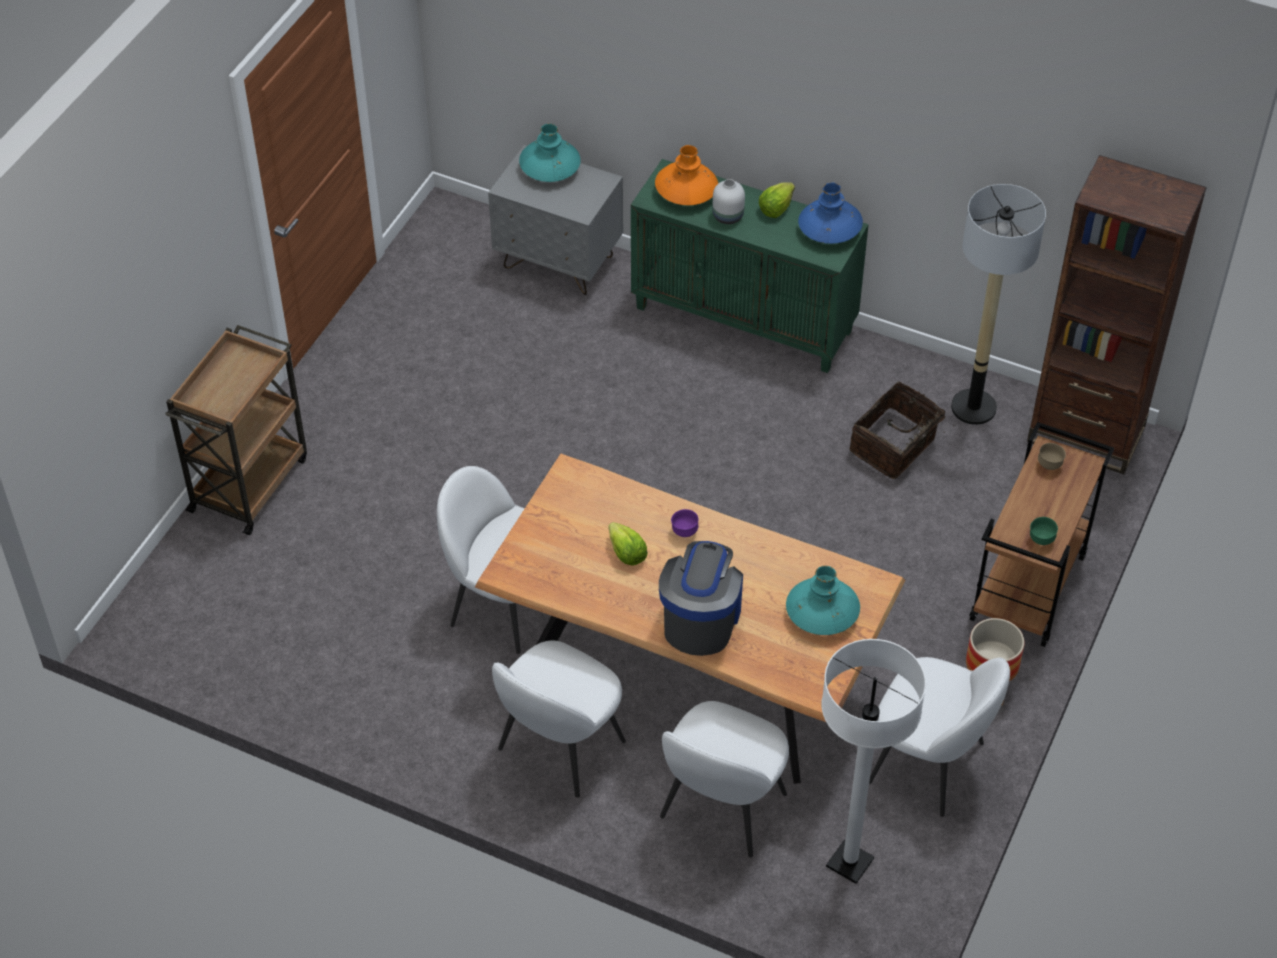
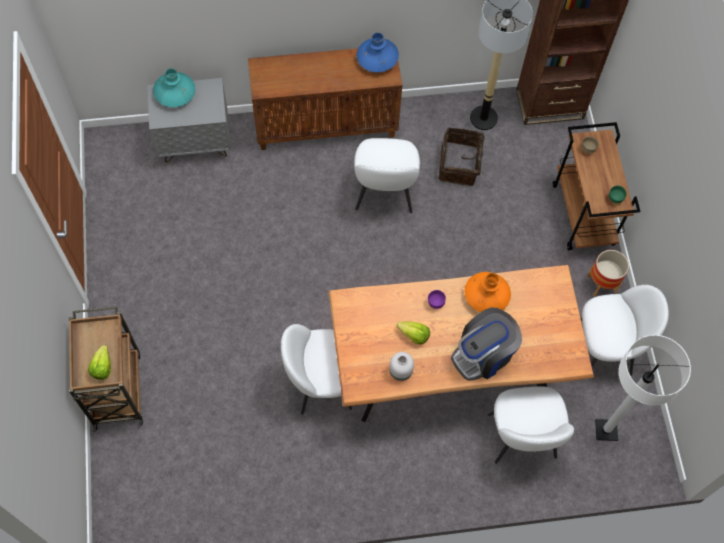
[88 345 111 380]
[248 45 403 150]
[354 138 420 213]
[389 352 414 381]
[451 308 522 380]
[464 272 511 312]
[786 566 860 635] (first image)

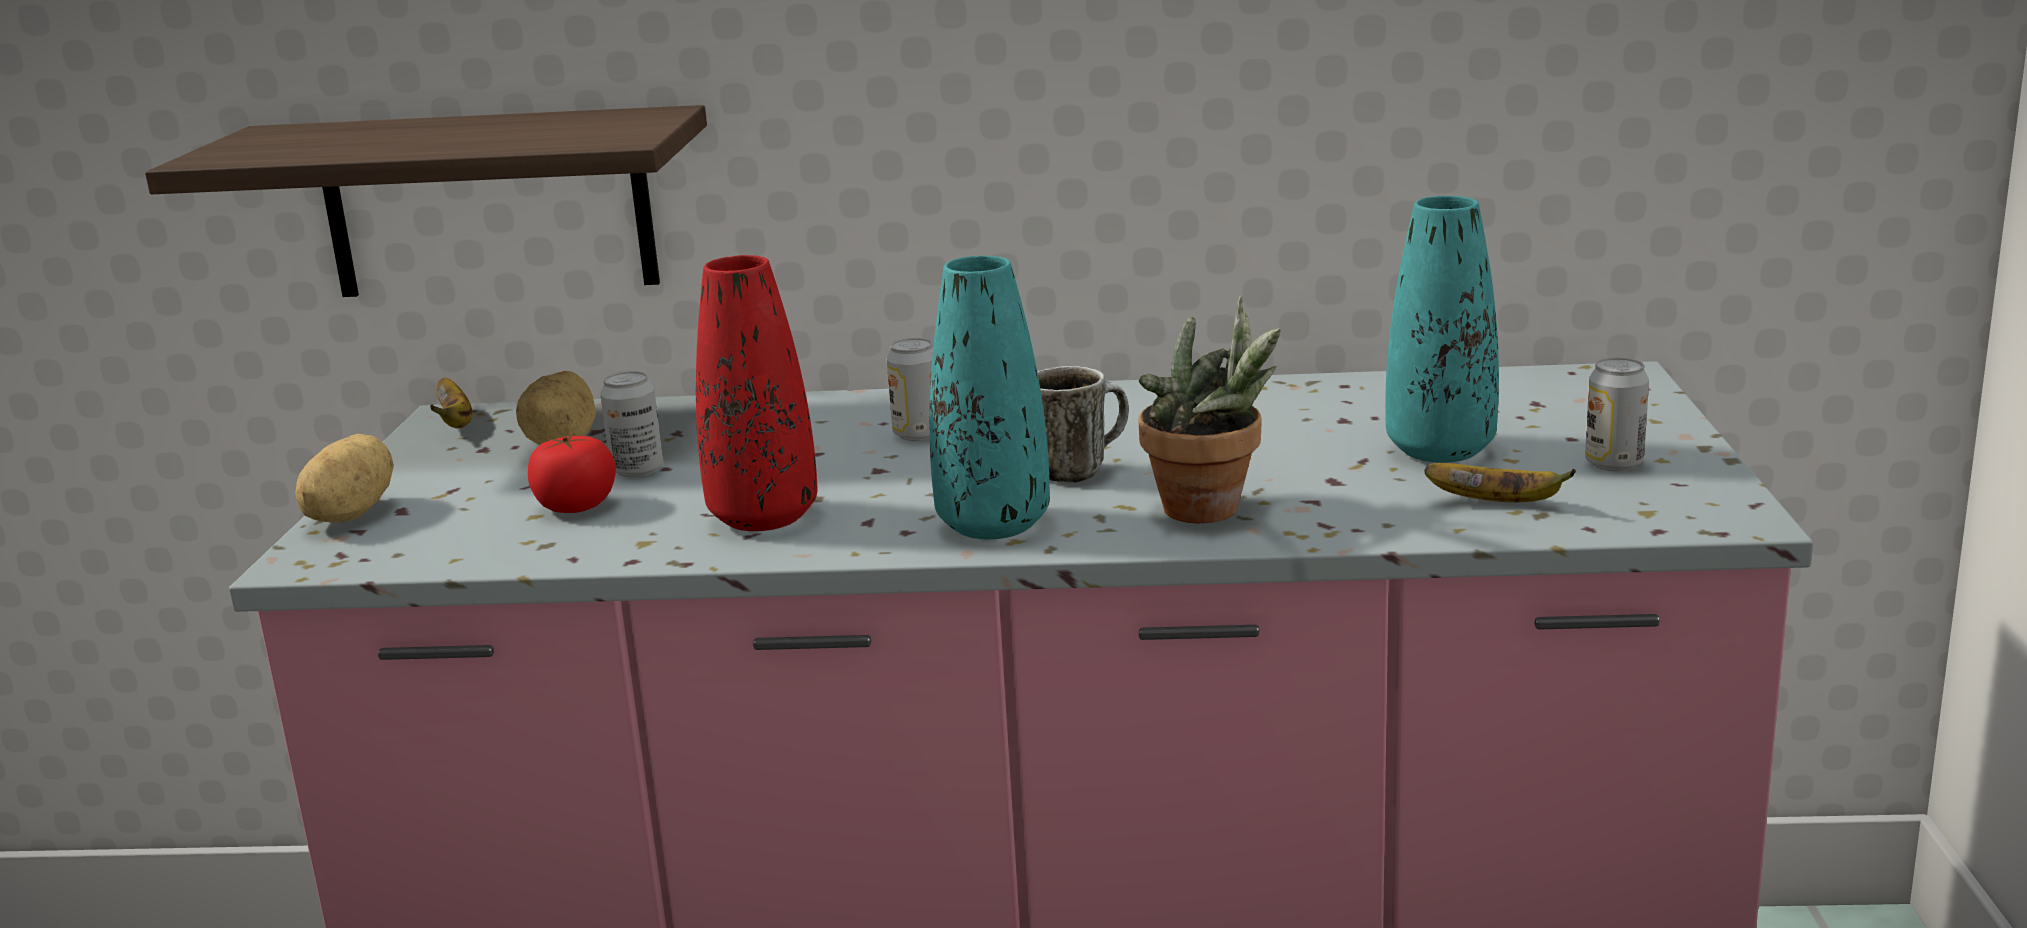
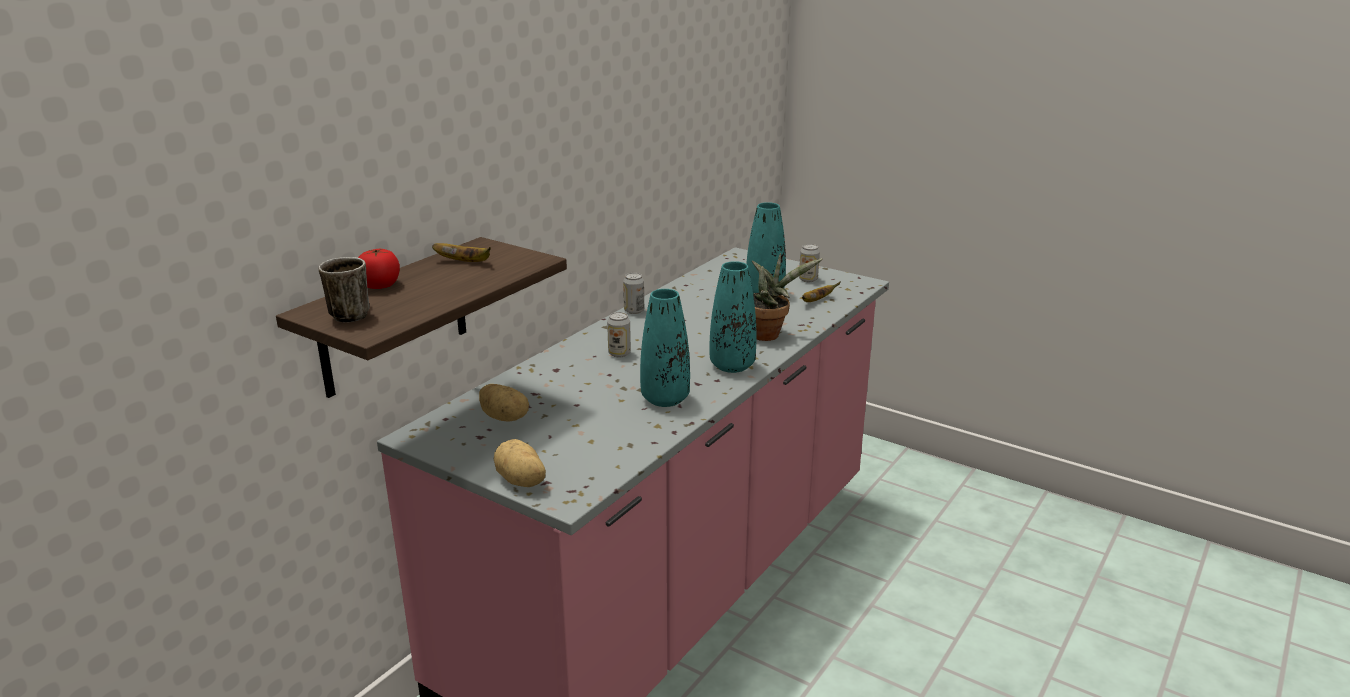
[318 257 370 323]
[358 249 400 289]
[432 243 491 262]
[623 273 644 314]
[640 289 690 407]

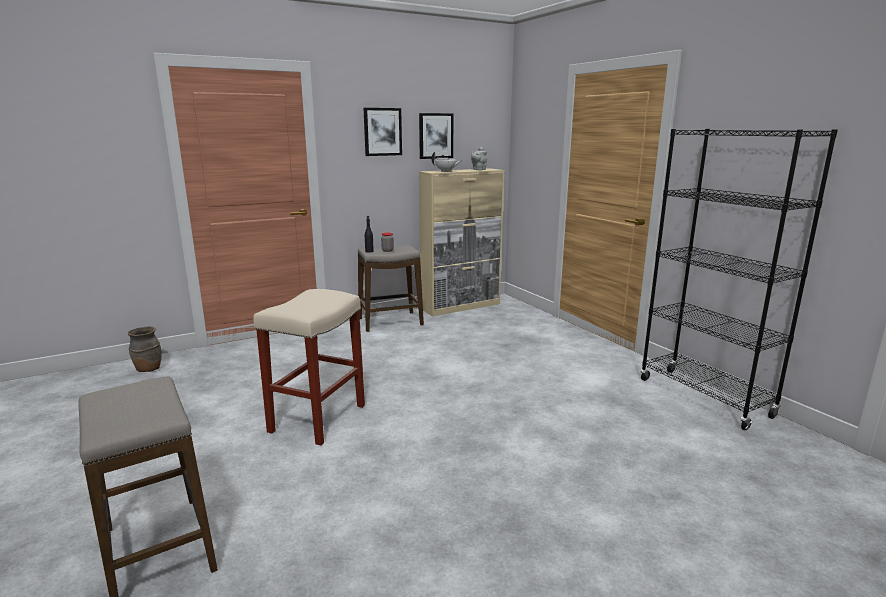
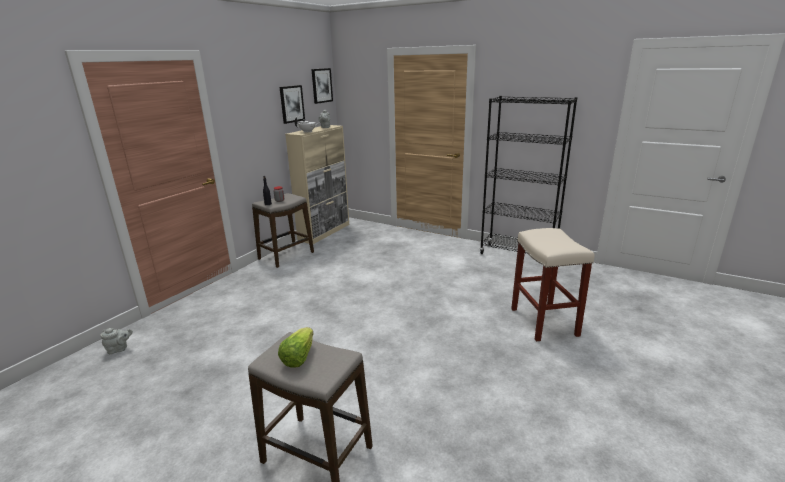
[101 328 133 354]
[278 327 313 368]
[311 68 333 104]
[511 228 595 341]

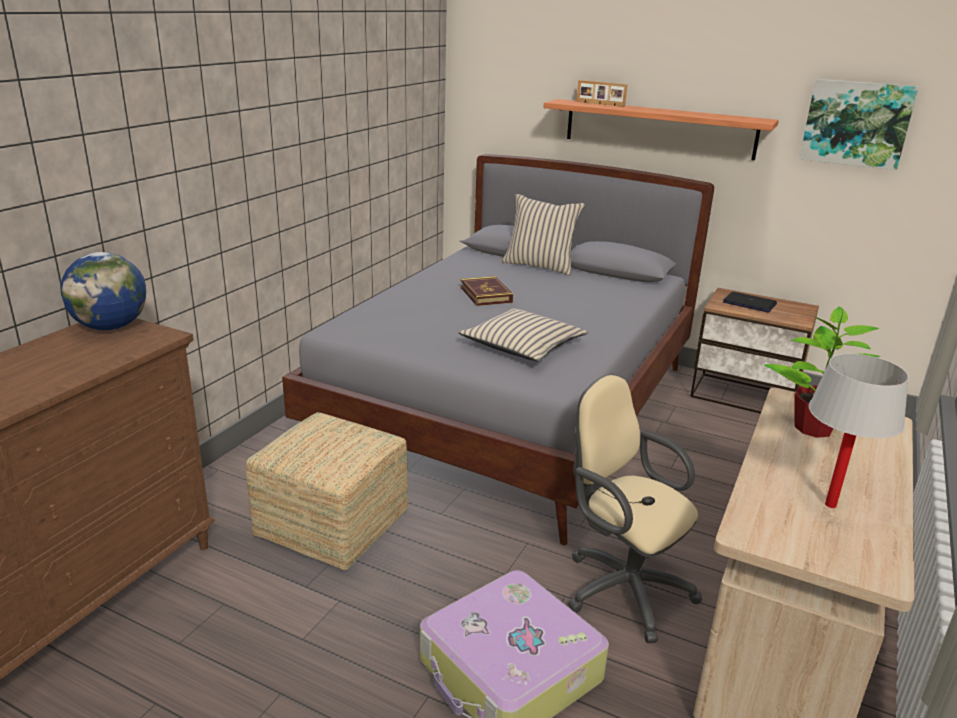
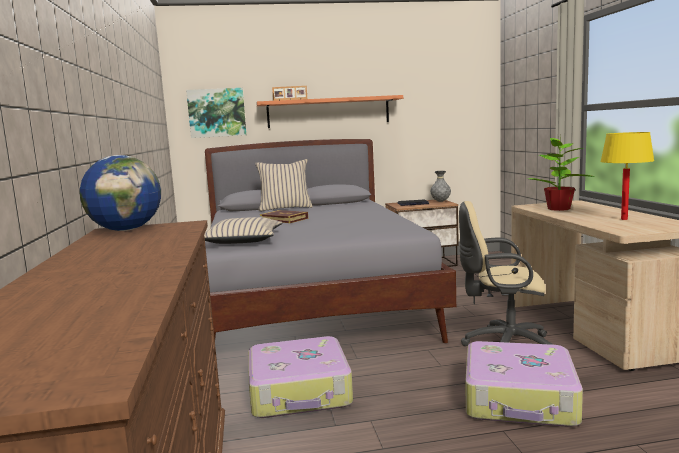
[186 88 246 138]
[204 217 283 244]
[248 336 353 418]
[431 171 451 202]
[600 132 654 220]

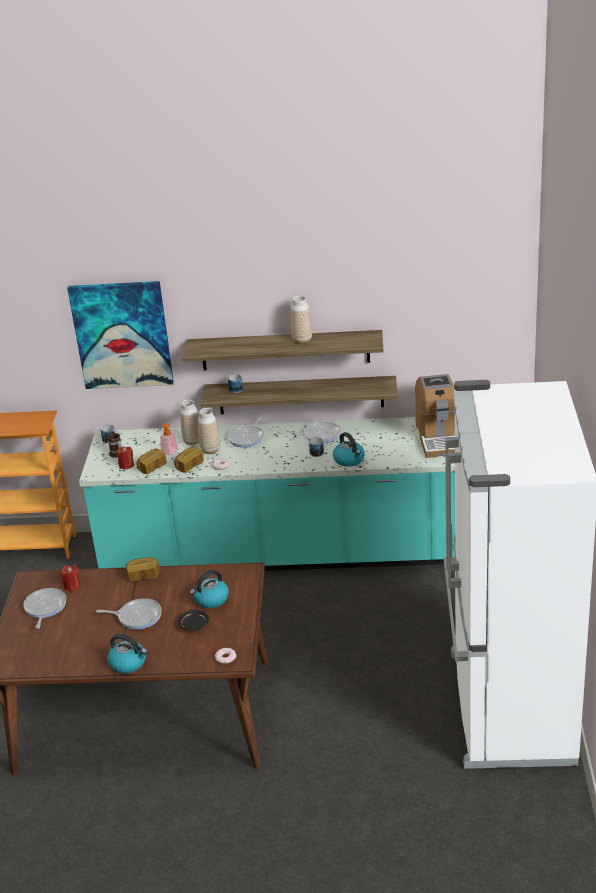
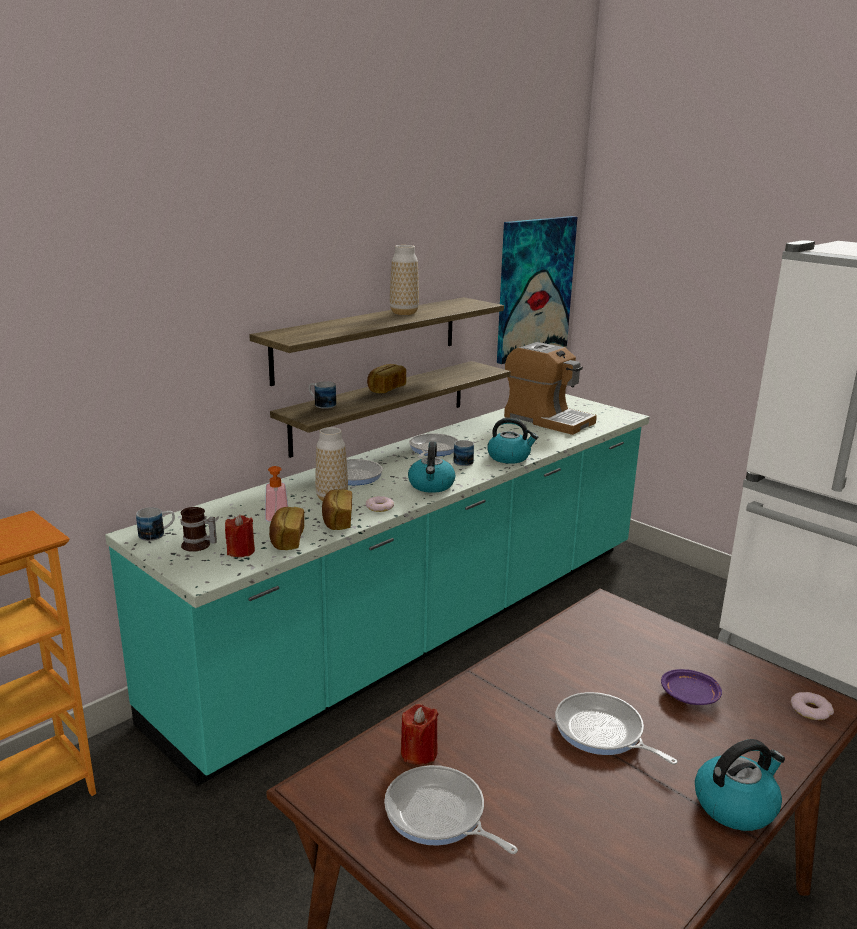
[367 364 406 393]
[408 442 455 493]
[497 216 578 364]
[555 692 678 765]
[661 669 722 705]
[180 400 199 445] (first image)

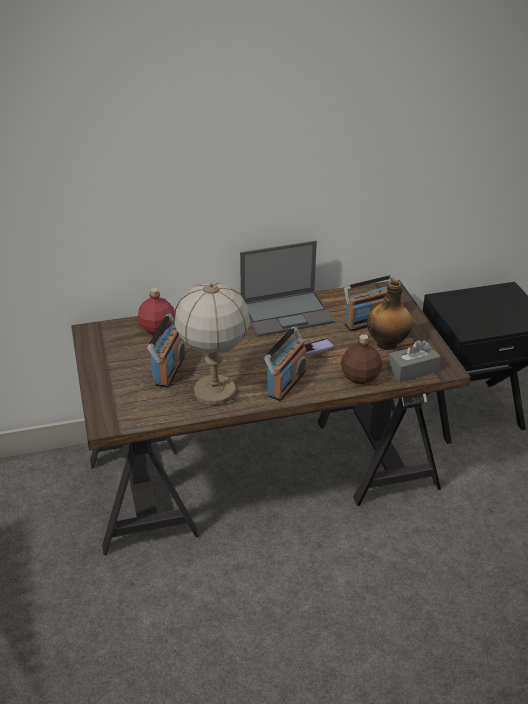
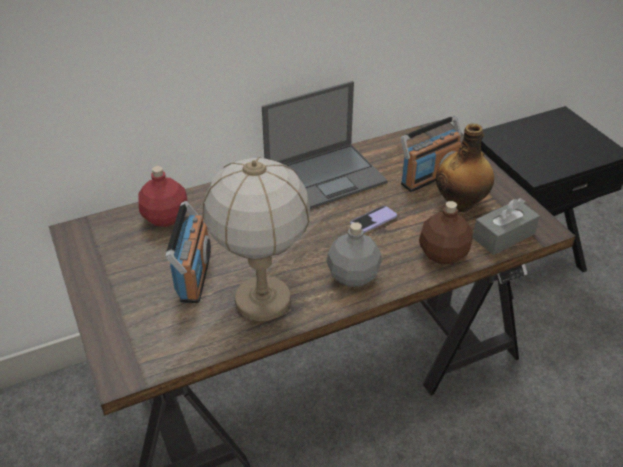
[327 222 382 287]

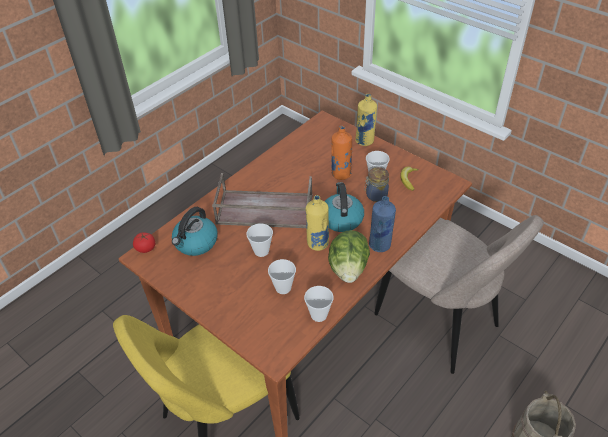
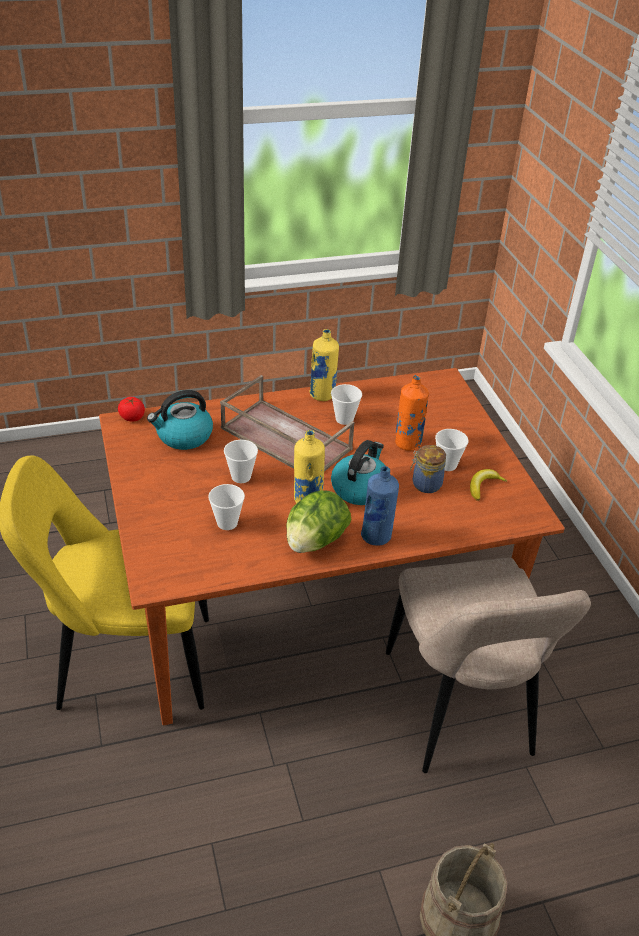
[309 329 339 401]
[331 384 362 425]

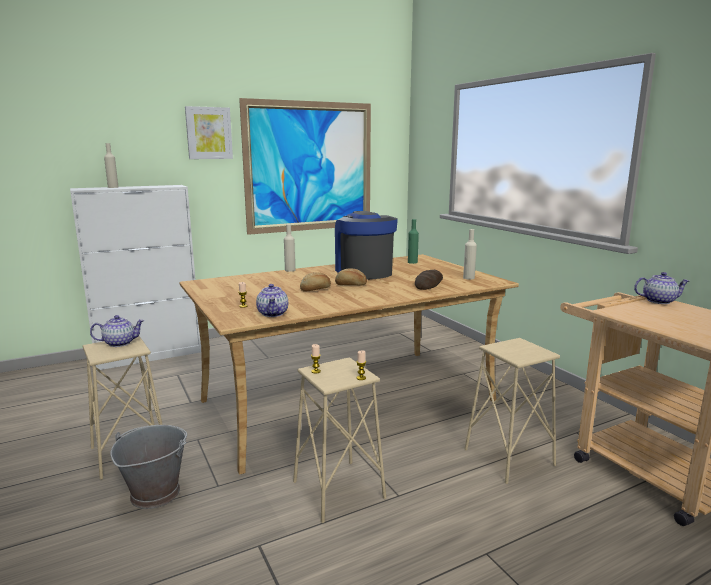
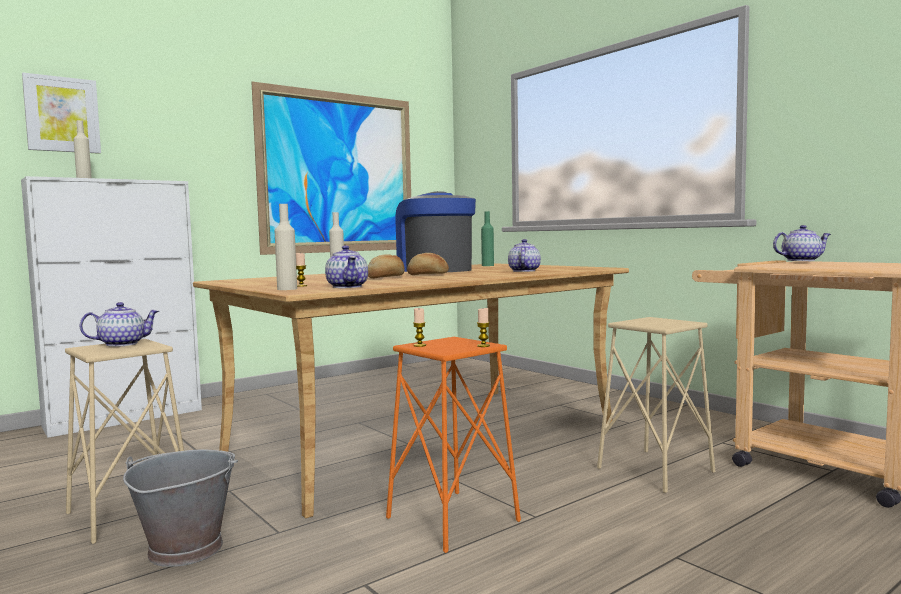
[22 73 101 154]
[275 204 297 290]
[386 337 521 553]
[508 239 541 272]

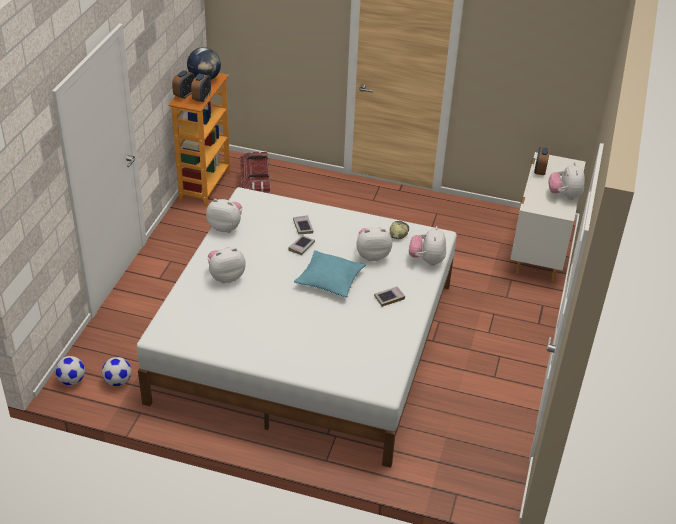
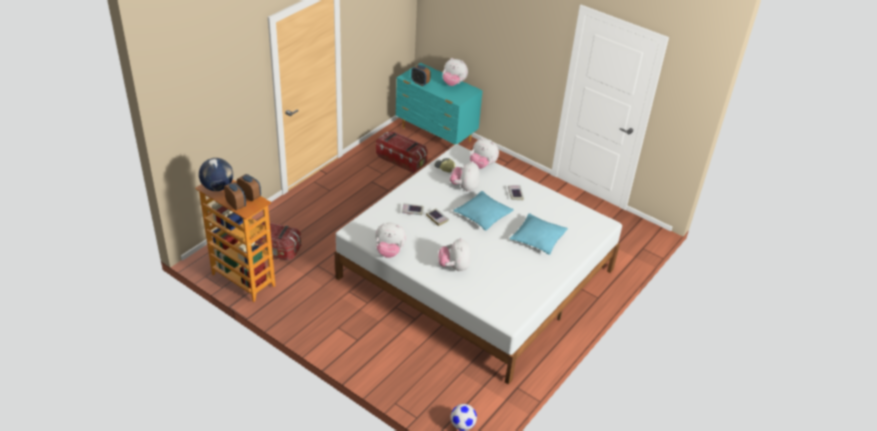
[375 223 406 258]
[376 132 428 173]
[396 63 483 145]
[510 213 568 255]
[102 357 131 386] (first image)

